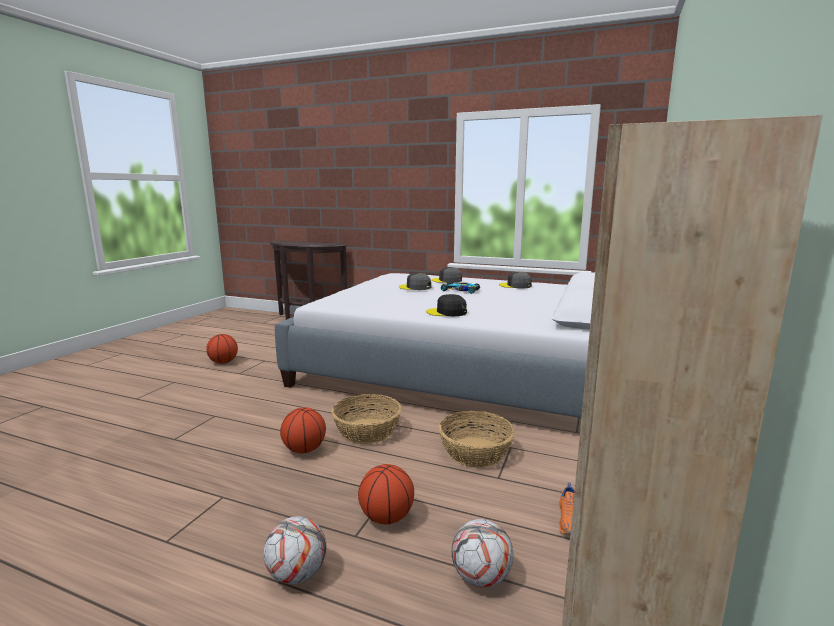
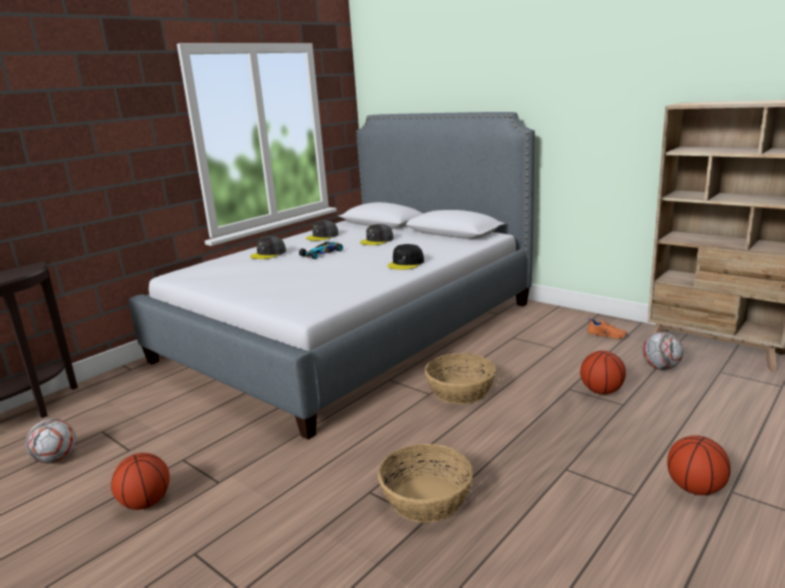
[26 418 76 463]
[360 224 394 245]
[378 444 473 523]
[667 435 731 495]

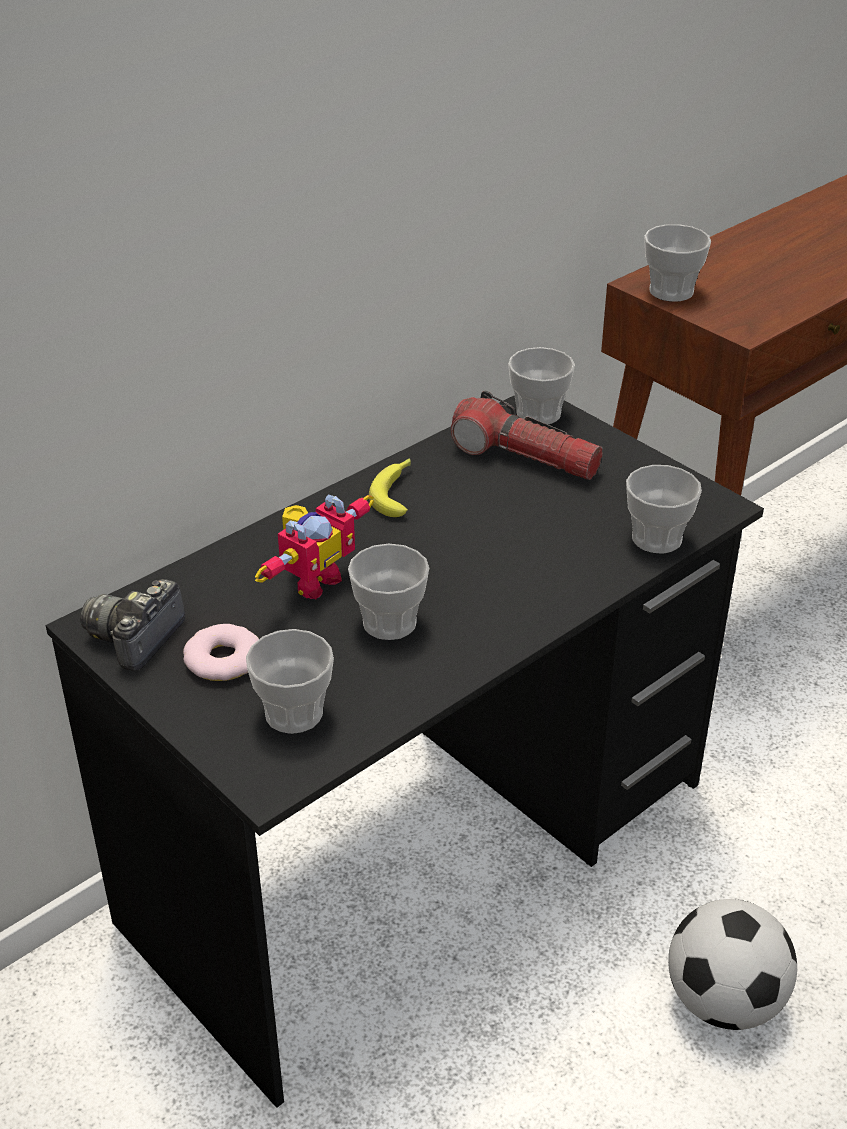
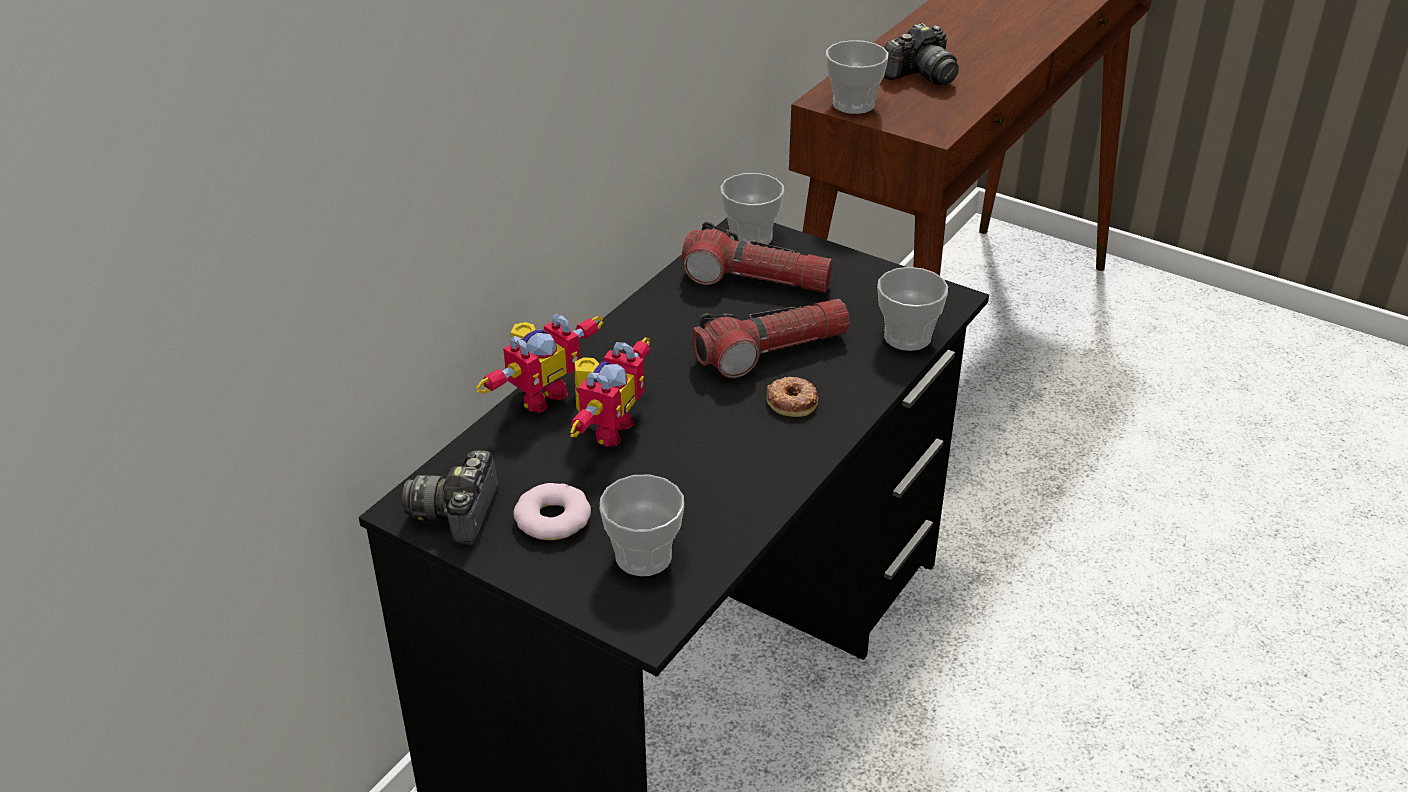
[476 313 604 413]
[692 299 850 378]
[767 377 819 417]
[884 23 959 85]
[348 544 429 640] (first image)
[369 458 411 517] (first image)
[668 899 797 1030] (first image)

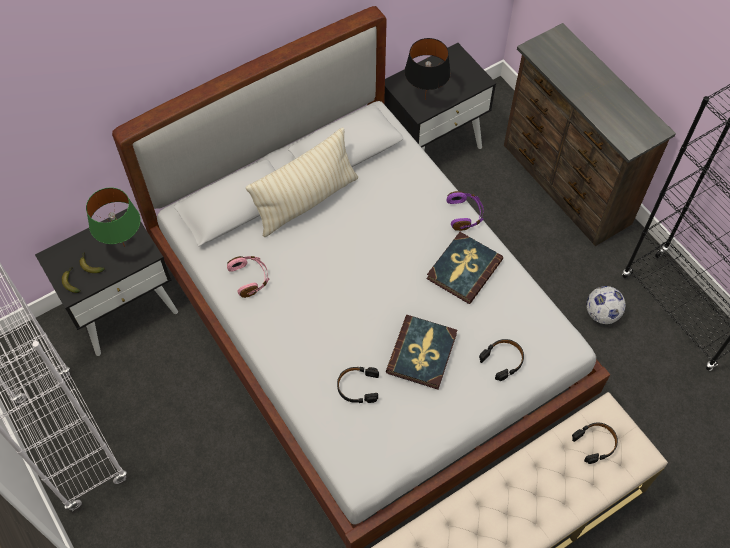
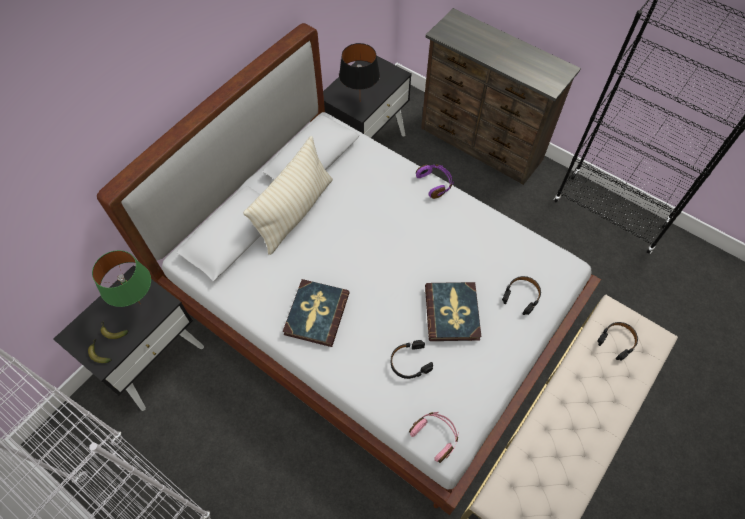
[283 279 350 347]
[409 412 459 463]
[586 286 626 324] (first image)

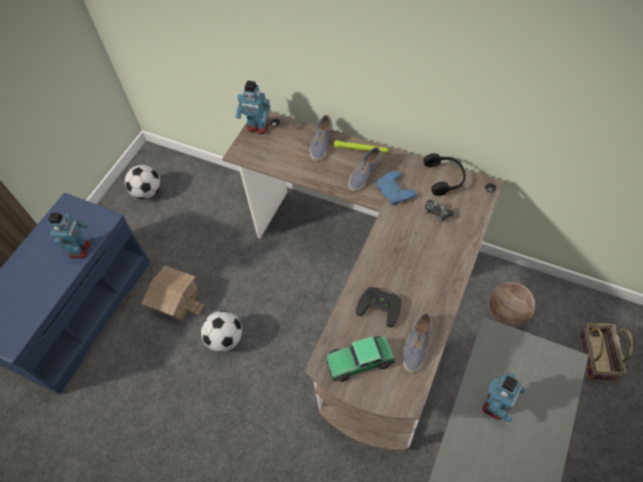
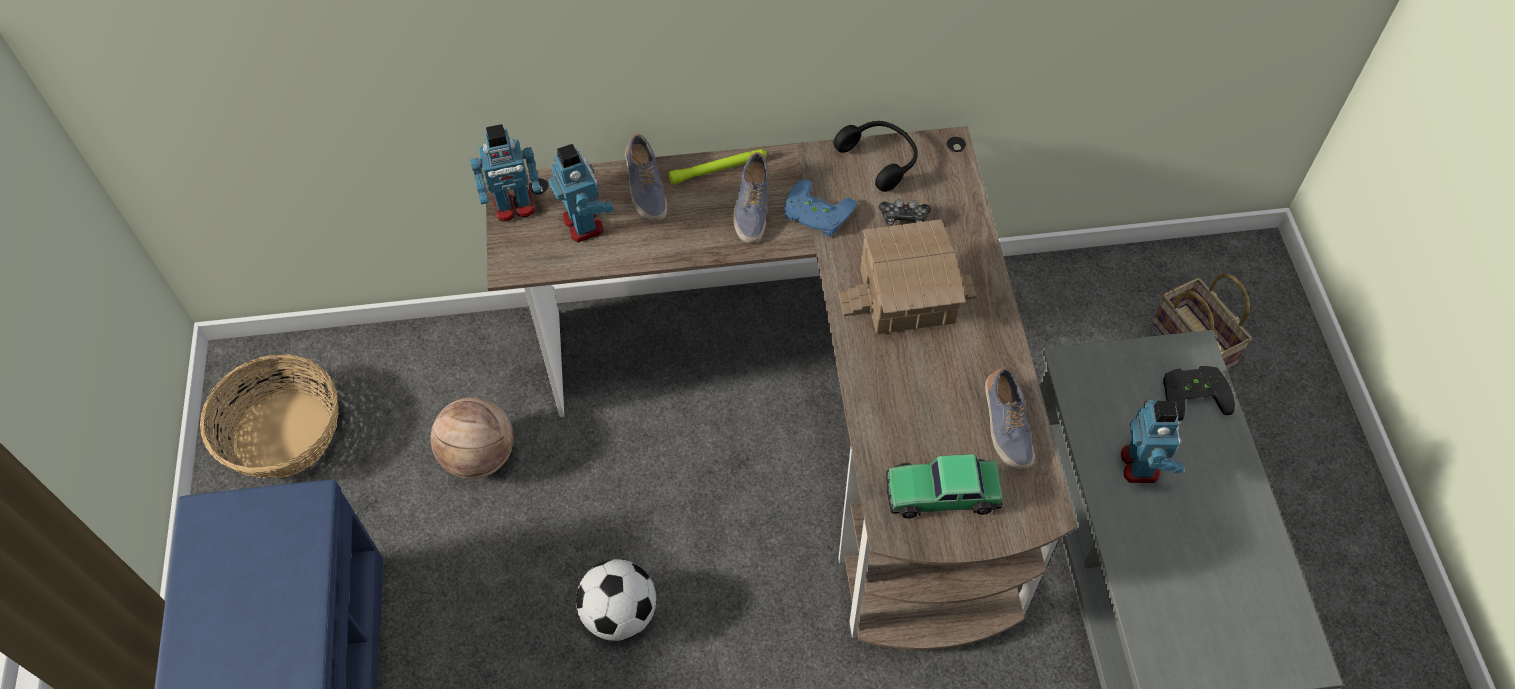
[200 354 339 478]
[431 397 514 479]
[549 144 613 243]
[839 219 977 334]
[886 454 1003 519]
[1163 366 1235 421]

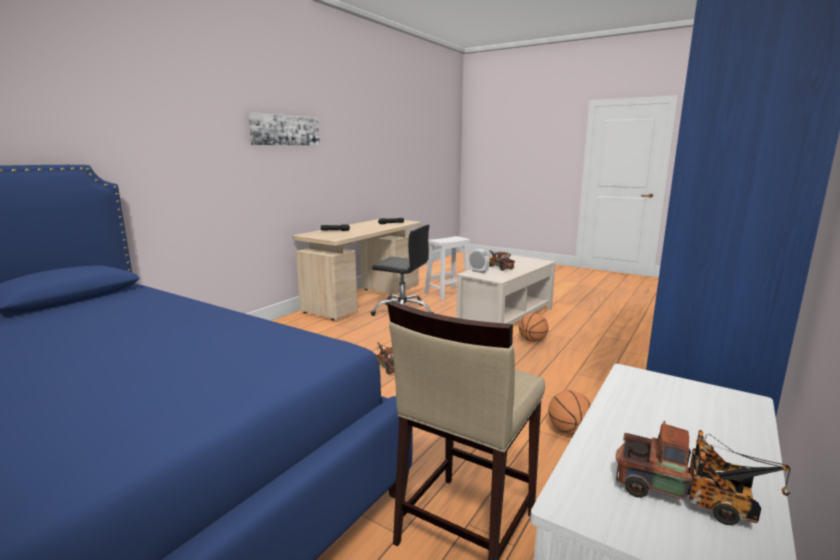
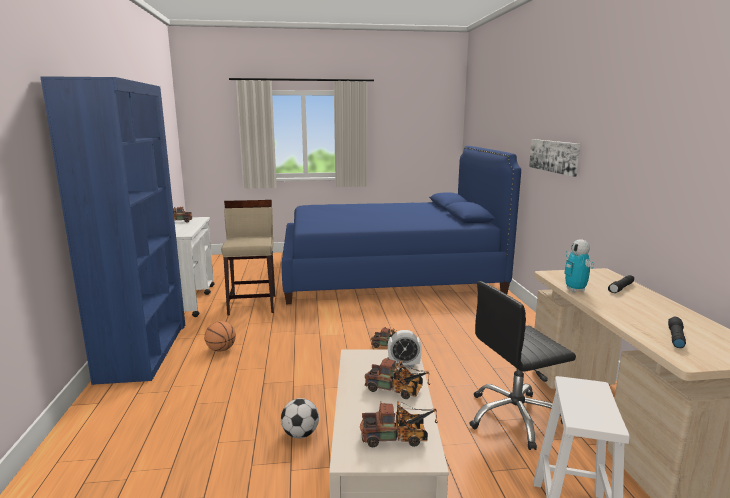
[281 398 319 438]
[360 401 438 447]
[529 139 580 177]
[564 239 594 292]

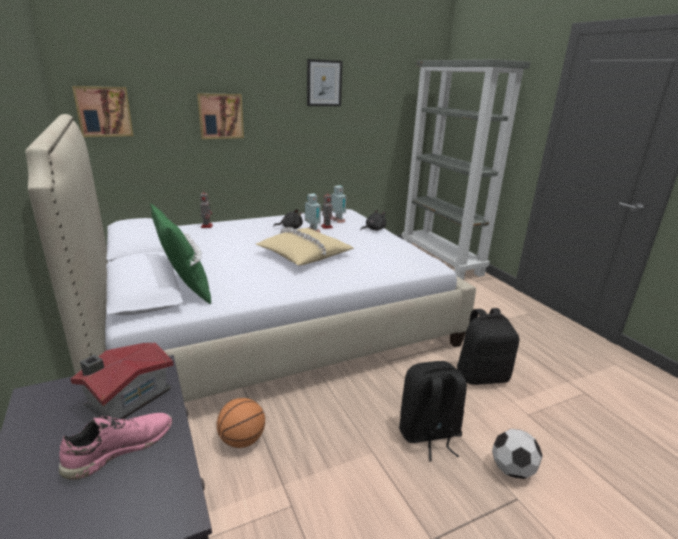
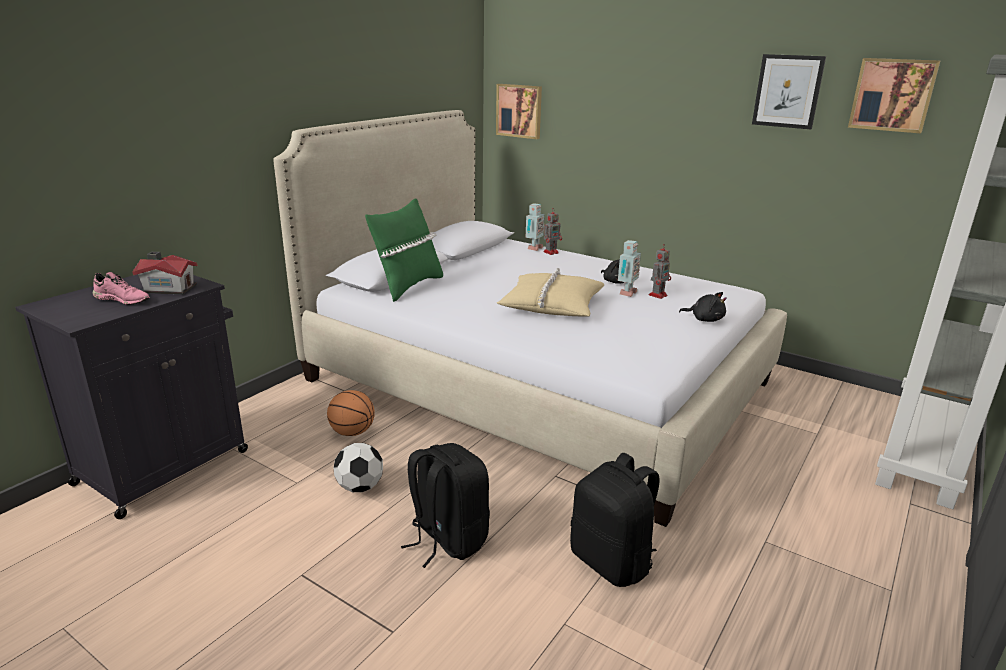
[333 443 383 492]
[526 203 545 251]
[848 58 940 133]

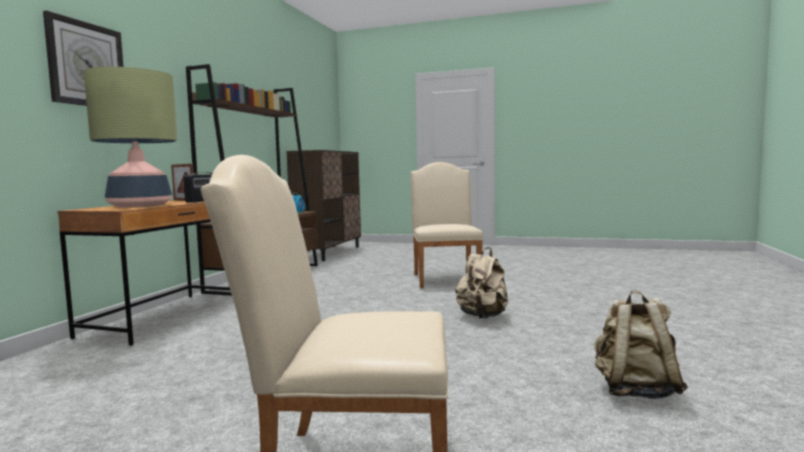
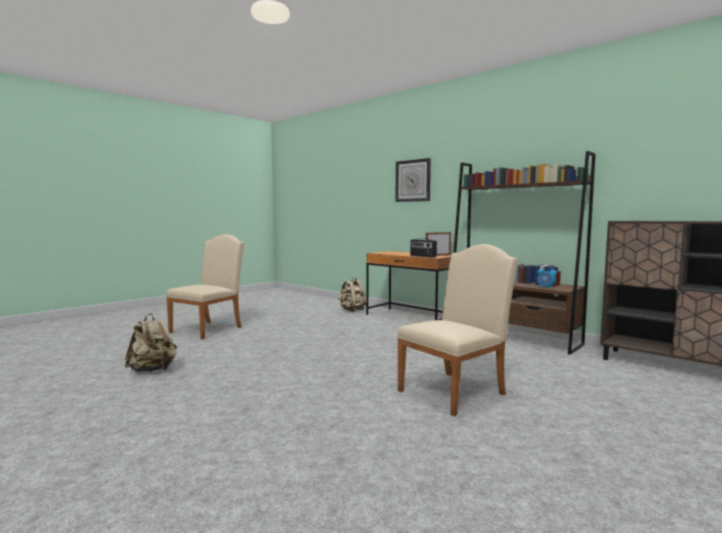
[338 277 366 312]
[397 244 519 416]
[84 67 178 208] (first image)

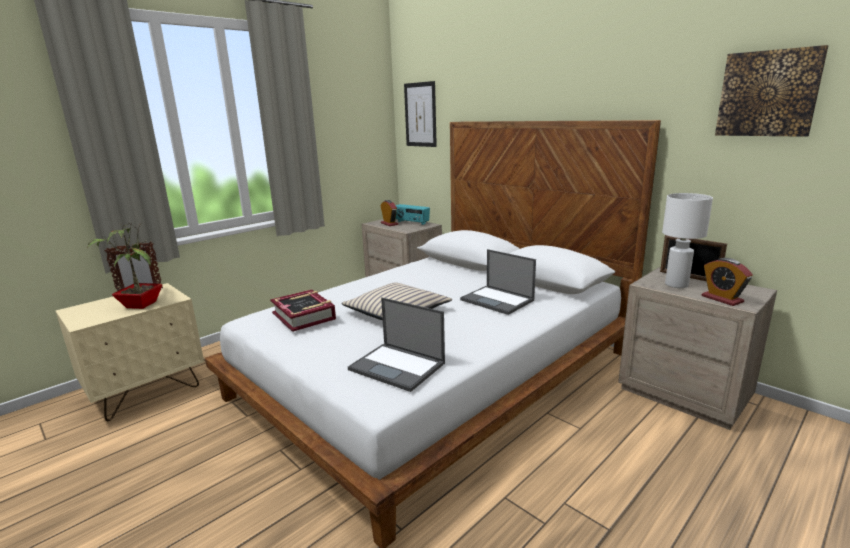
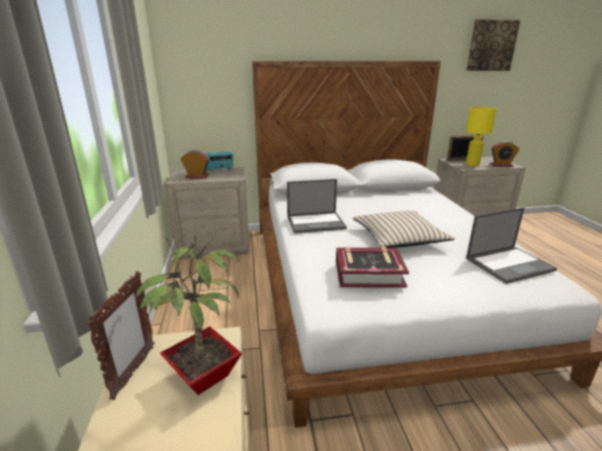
[287 179 347 233]
[466 107 497 166]
[404 81 437 147] (first image)

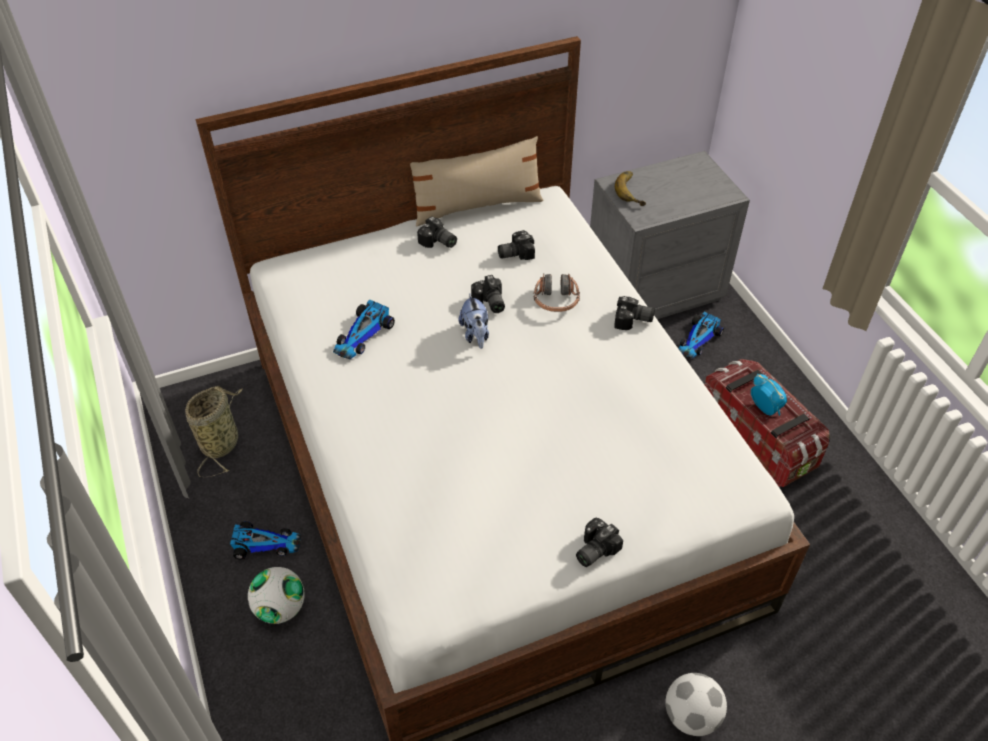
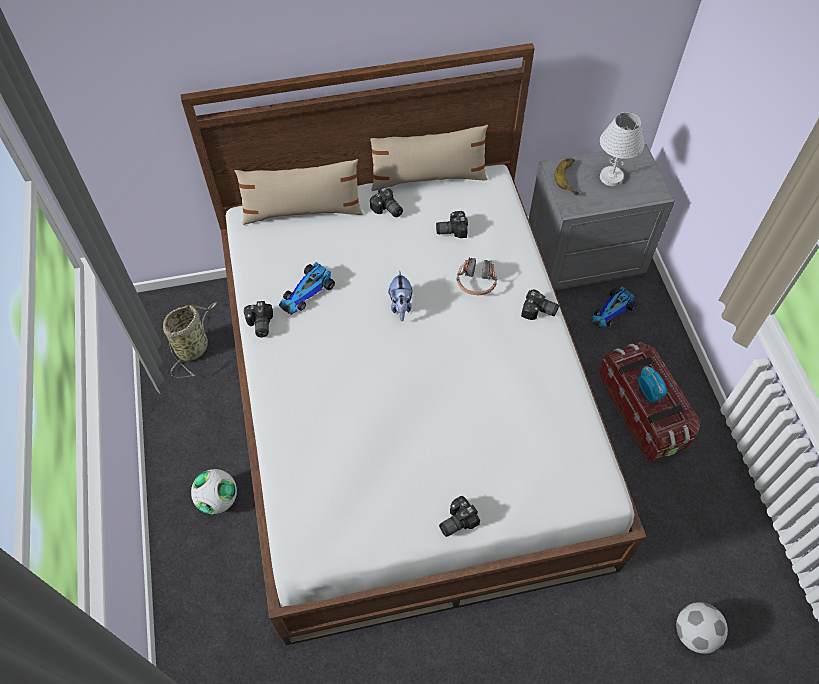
[235 159 363 225]
[244 301 273 337]
[600 112 644 186]
[676 602 728 654]
[230 521 301 560] (first image)

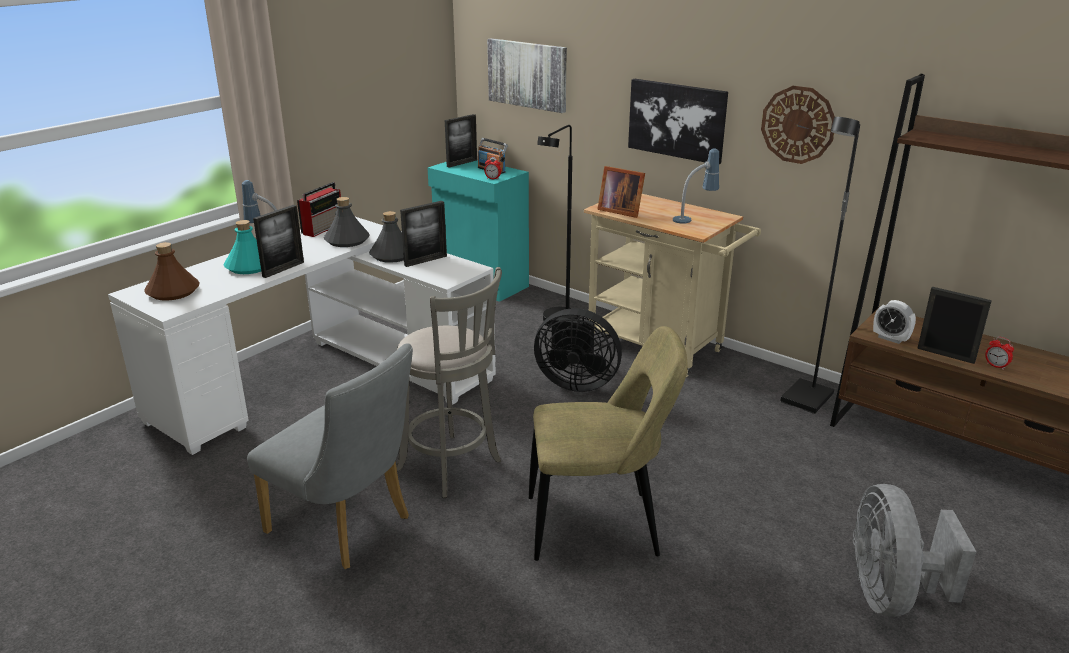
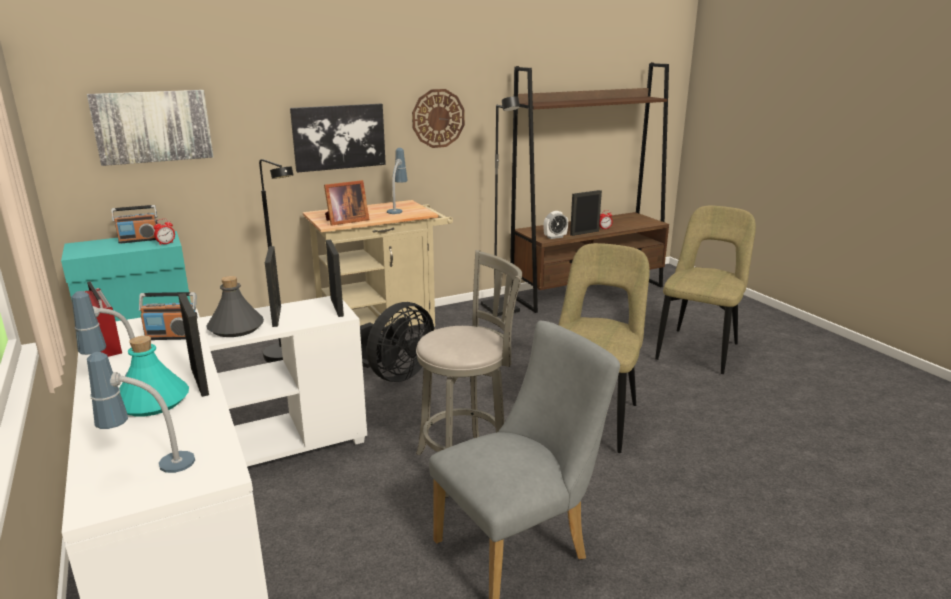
[87 352 195 473]
[139 292 200 340]
[326 240 344 317]
[655 206 756 374]

